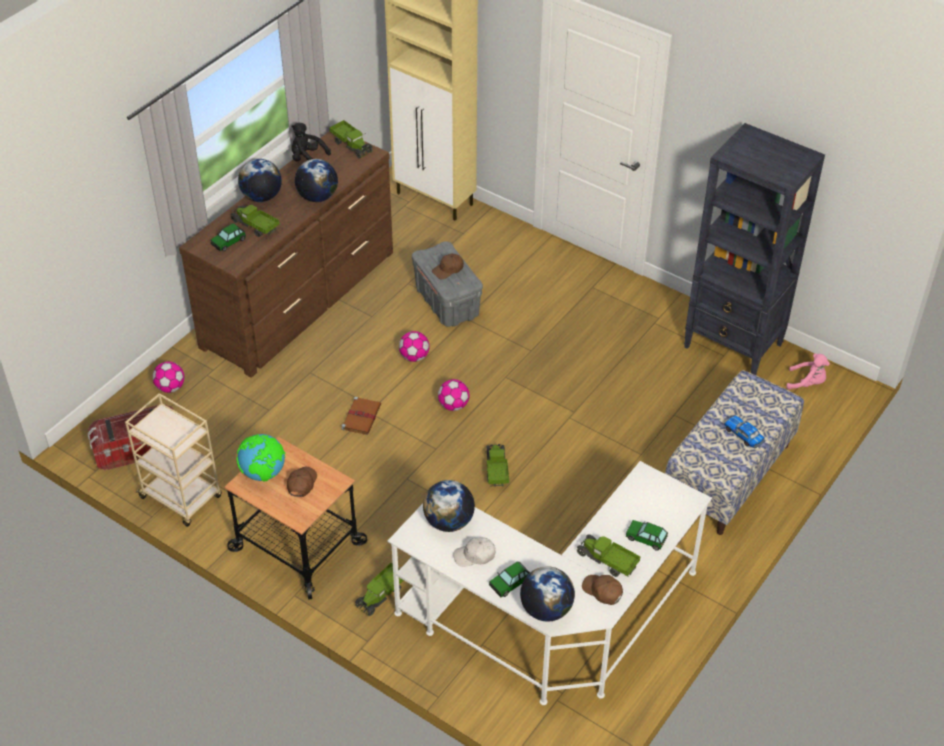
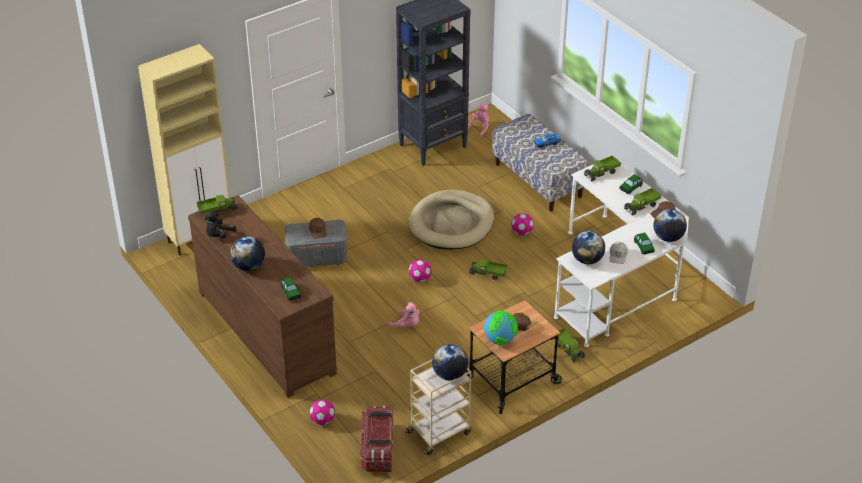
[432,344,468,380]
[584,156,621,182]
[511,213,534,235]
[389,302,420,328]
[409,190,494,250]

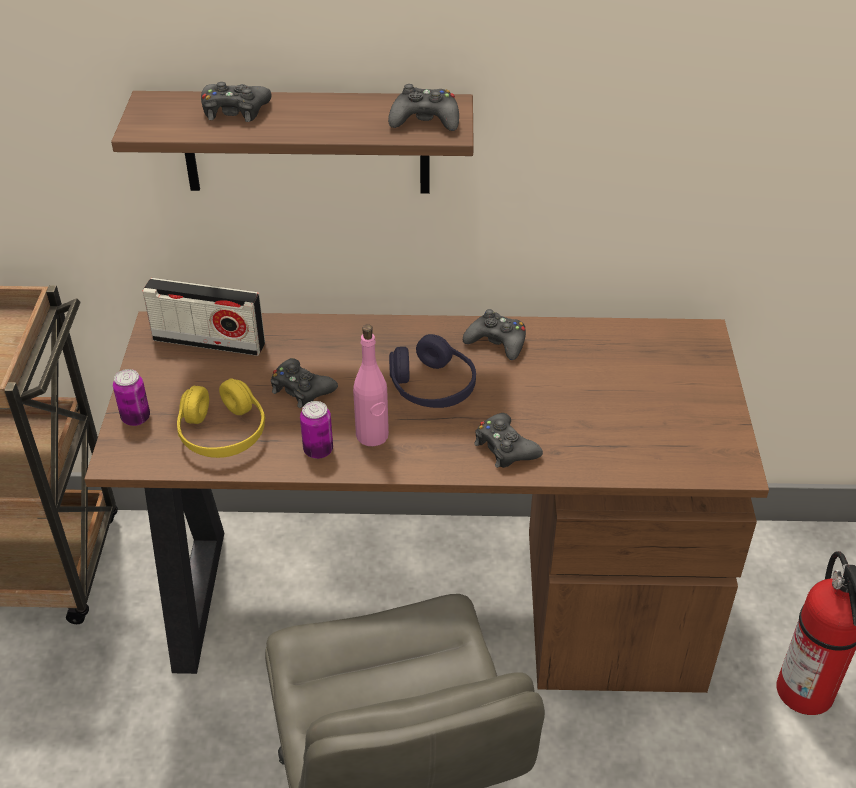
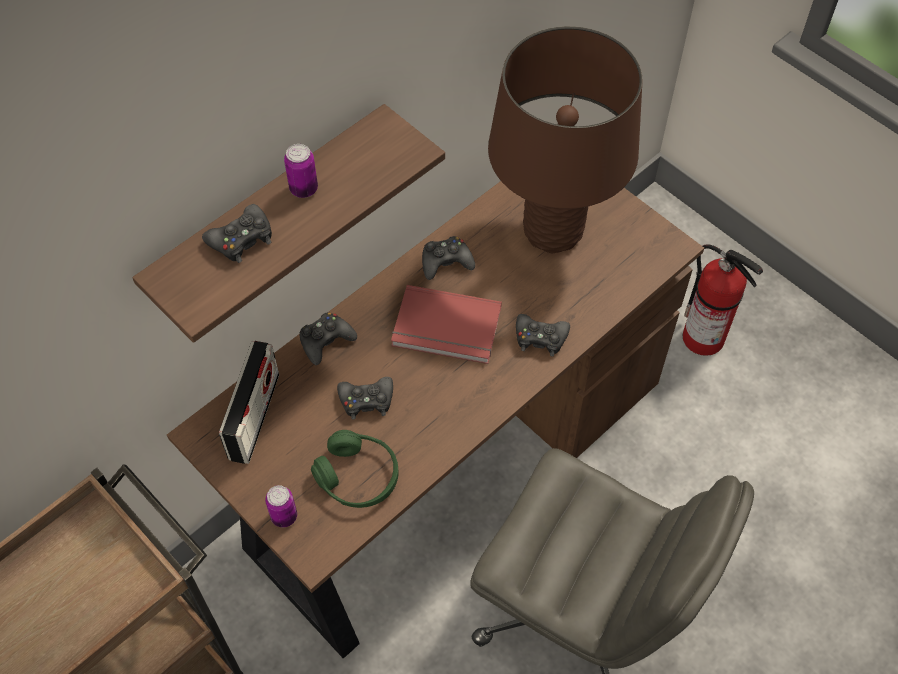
[300,312,357,365]
[219,341,279,464]
[353,324,389,446] (first image)
[391,285,502,364]
[311,430,398,508]
[284,144,318,198]
[488,26,642,253]

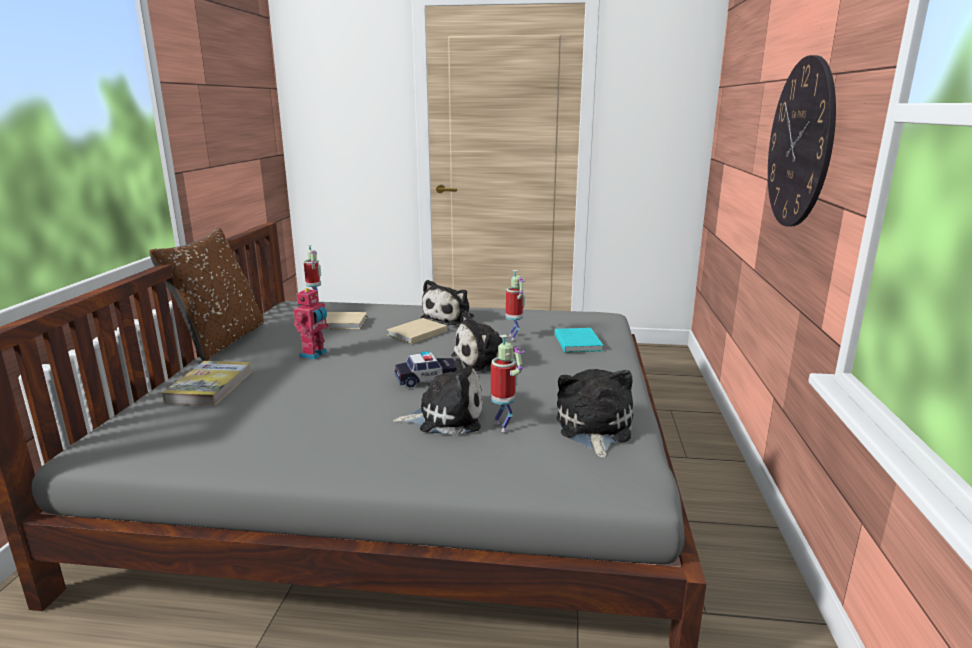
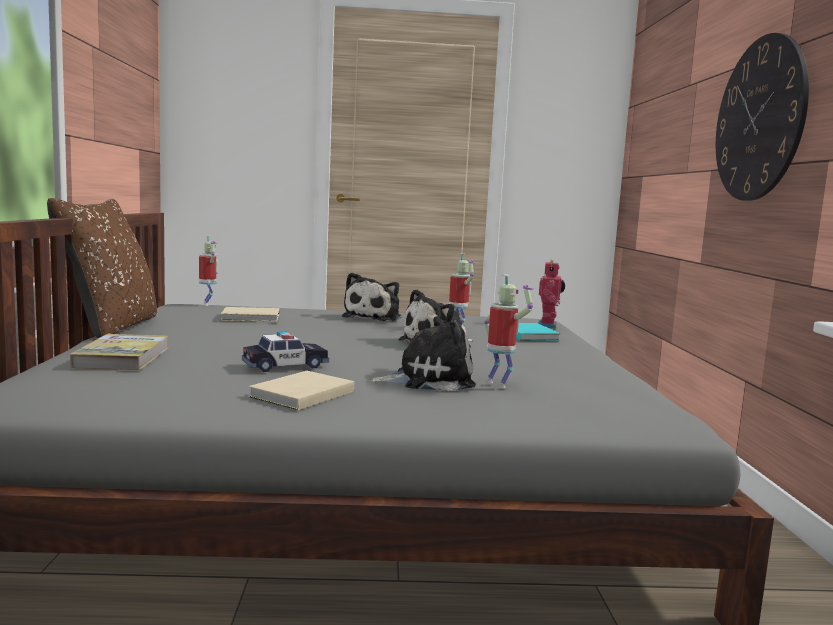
[538,259,565,329]
[249,371,354,410]
[242,332,329,372]
[557,369,633,458] (first image)

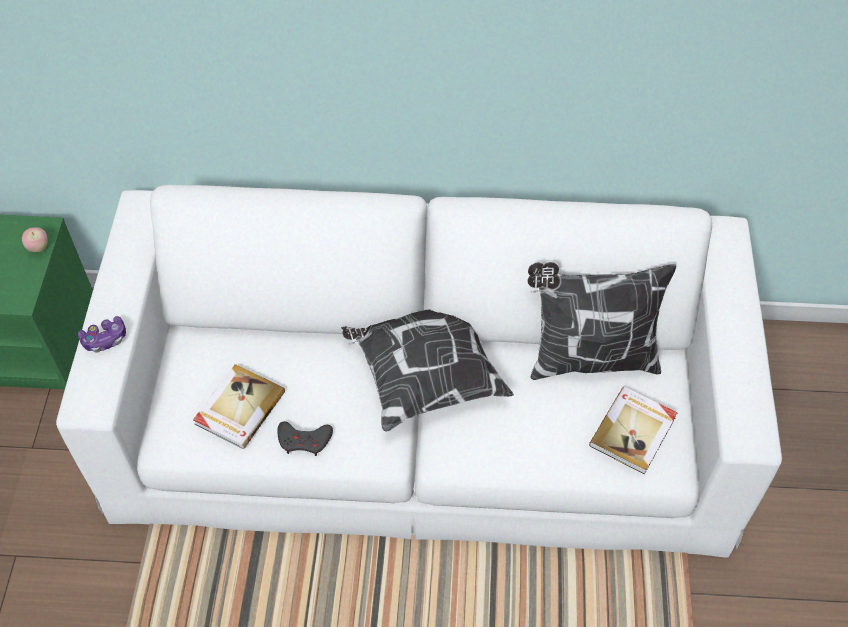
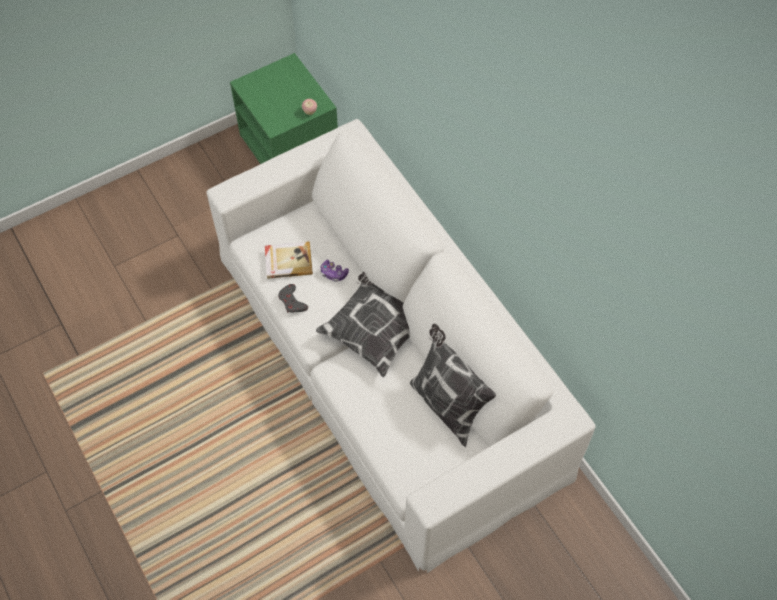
[321,260,349,282]
[589,387,677,475] (first image)

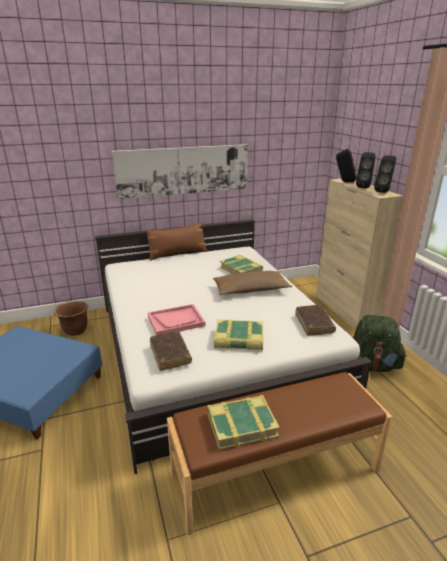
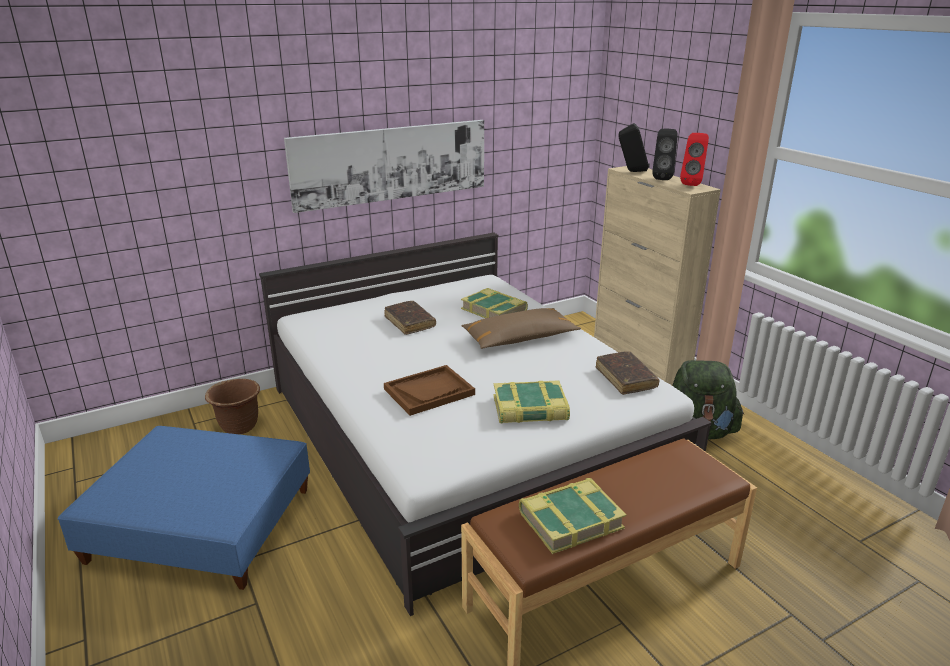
[680,133,709,186]
[146,222,207,261] (first image)
[384,365,475,416]
[384,301,436,335]

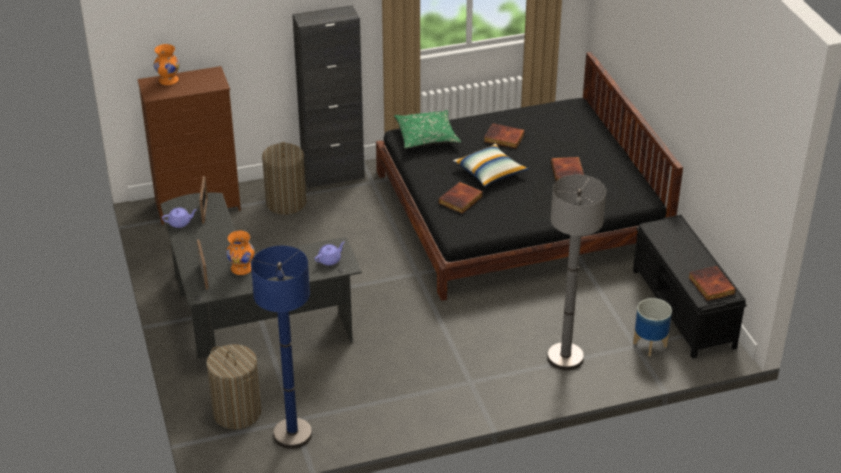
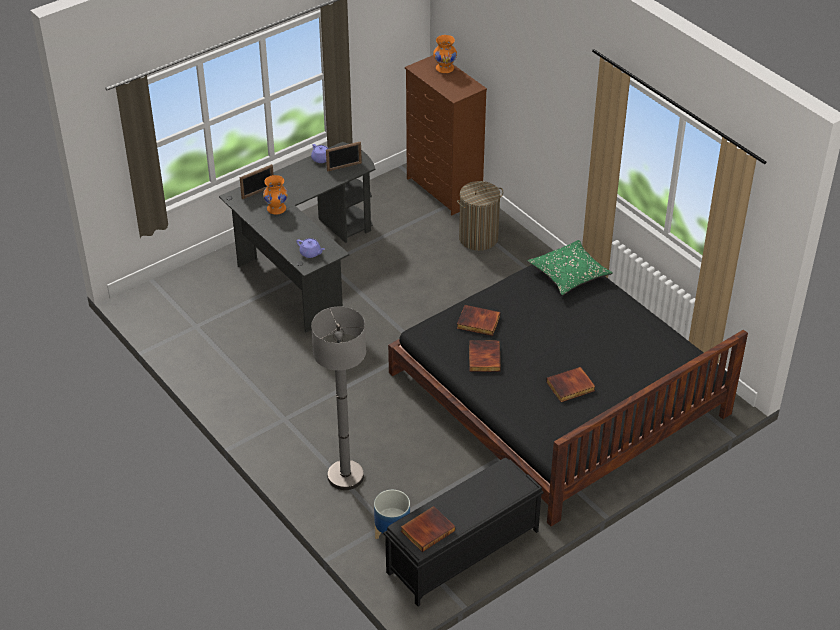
[292,5,365,188] (first image)
[469,340,501,372]
[453,144,528,187] (first image)
[251,246,312,449] (first image)
[206,344,261,429] (first image)

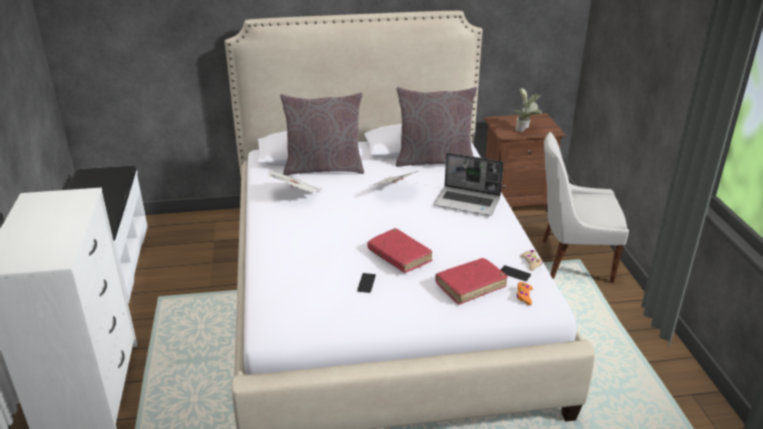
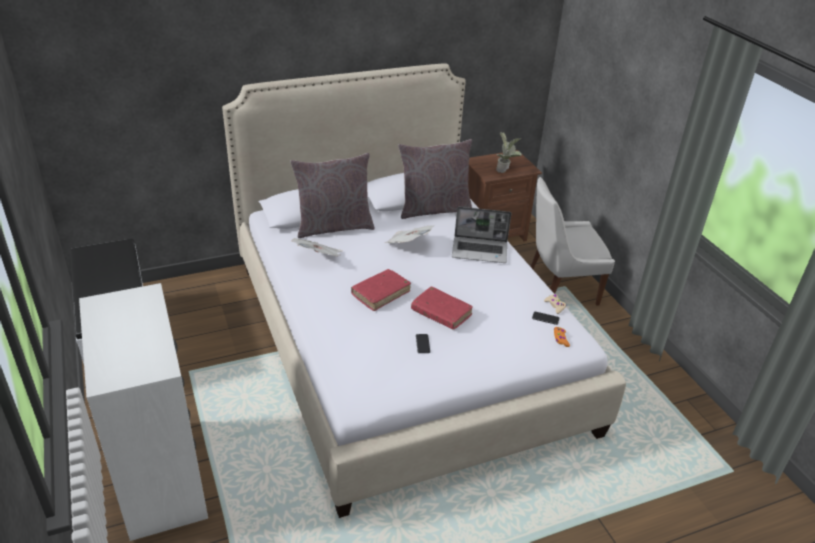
[351,269,411,311]

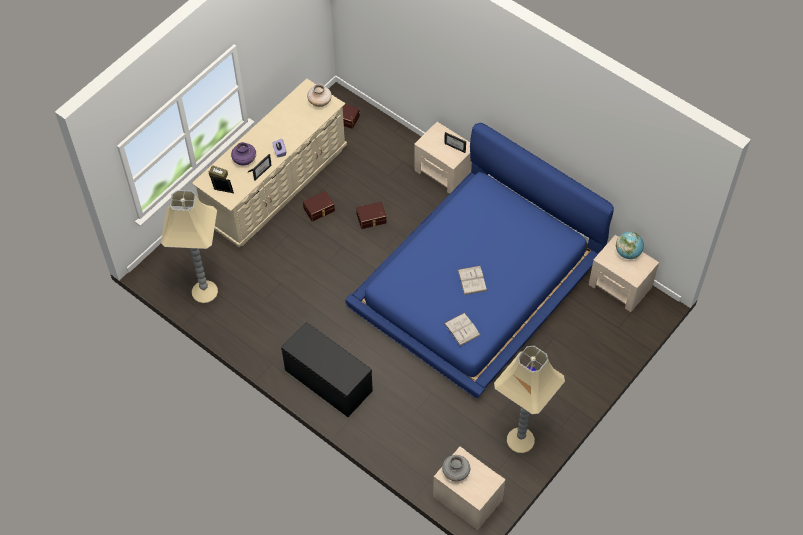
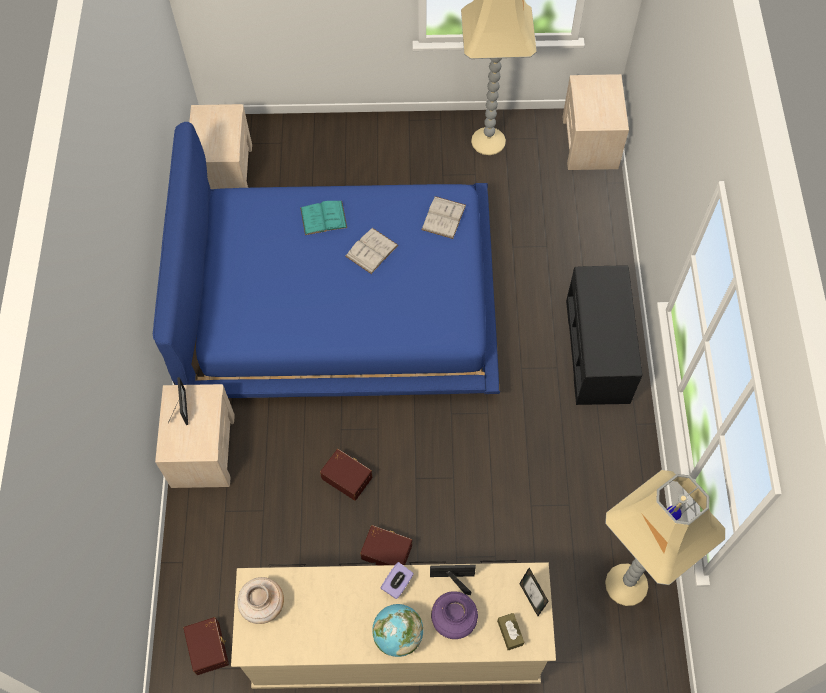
[372,604,423,657]
[442,455,470,481] (first image)
[300,201,347,235]

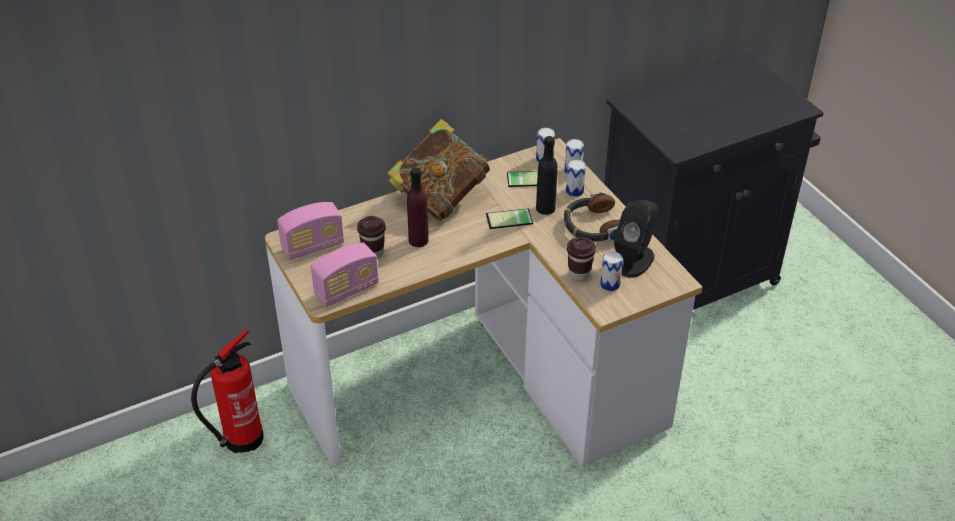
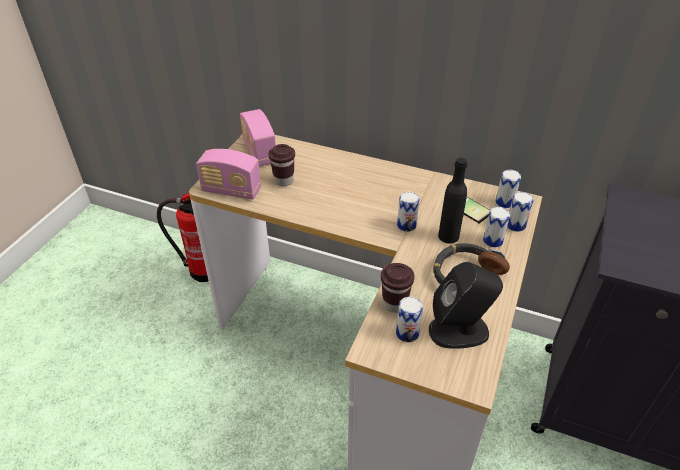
[388,119,490,221] (first image)
[407,168,429,247] (first image)
[240,109,276,167]
[397,192,420,232]

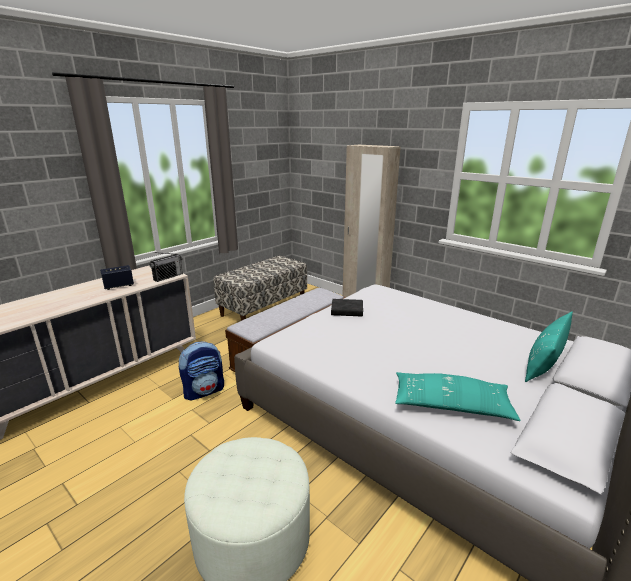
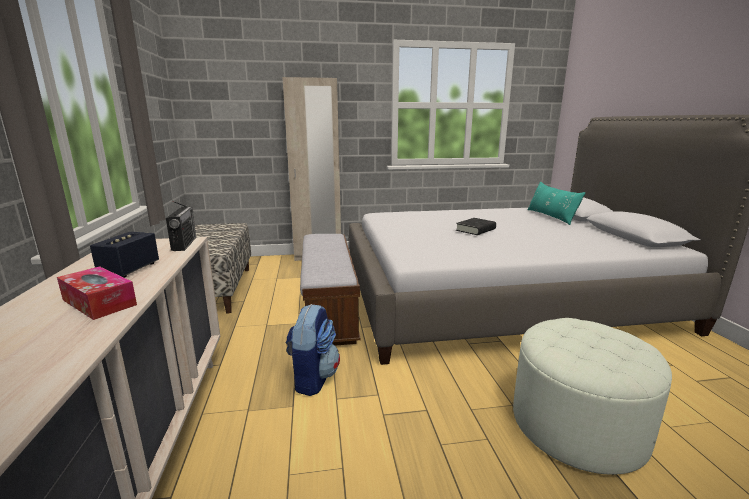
[456,218,496,235]
[395,372,521,421] (first image)
[57,266,137,320]

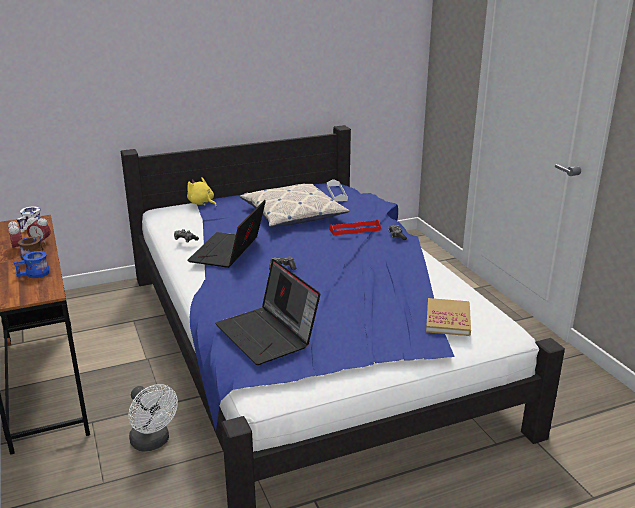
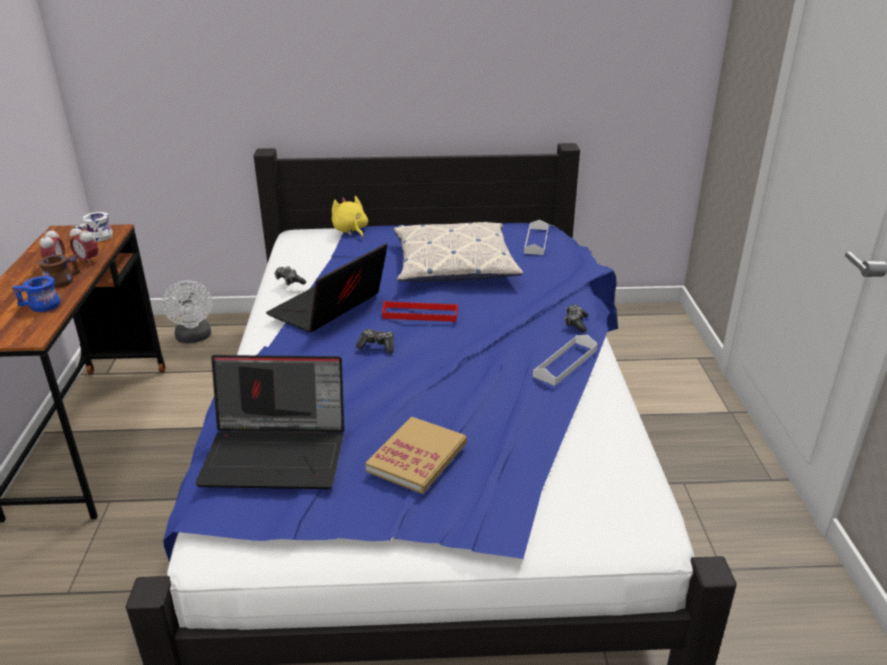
[382,301,458,322]
[195,355,344,489]
[365,416,467,494]
[162,281,213,343]
[533,335,598,386]

